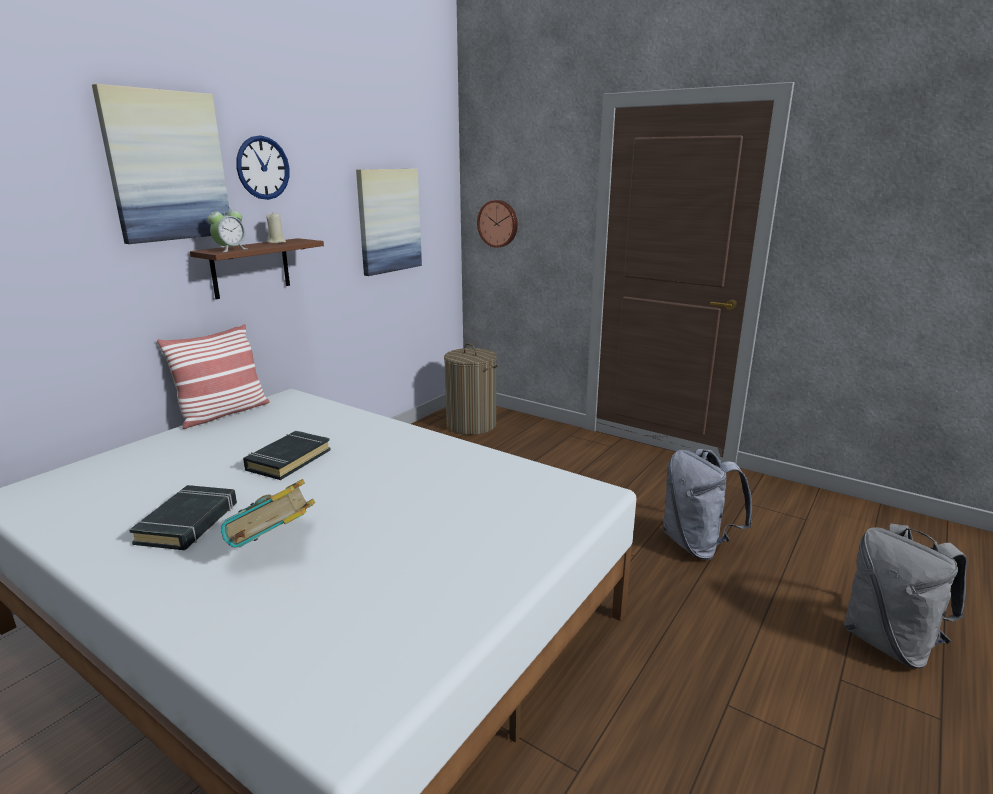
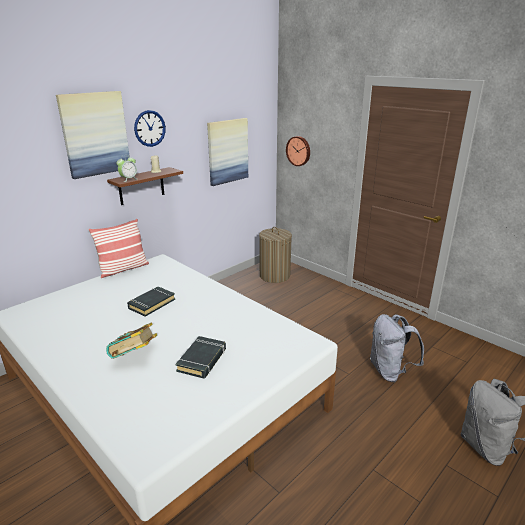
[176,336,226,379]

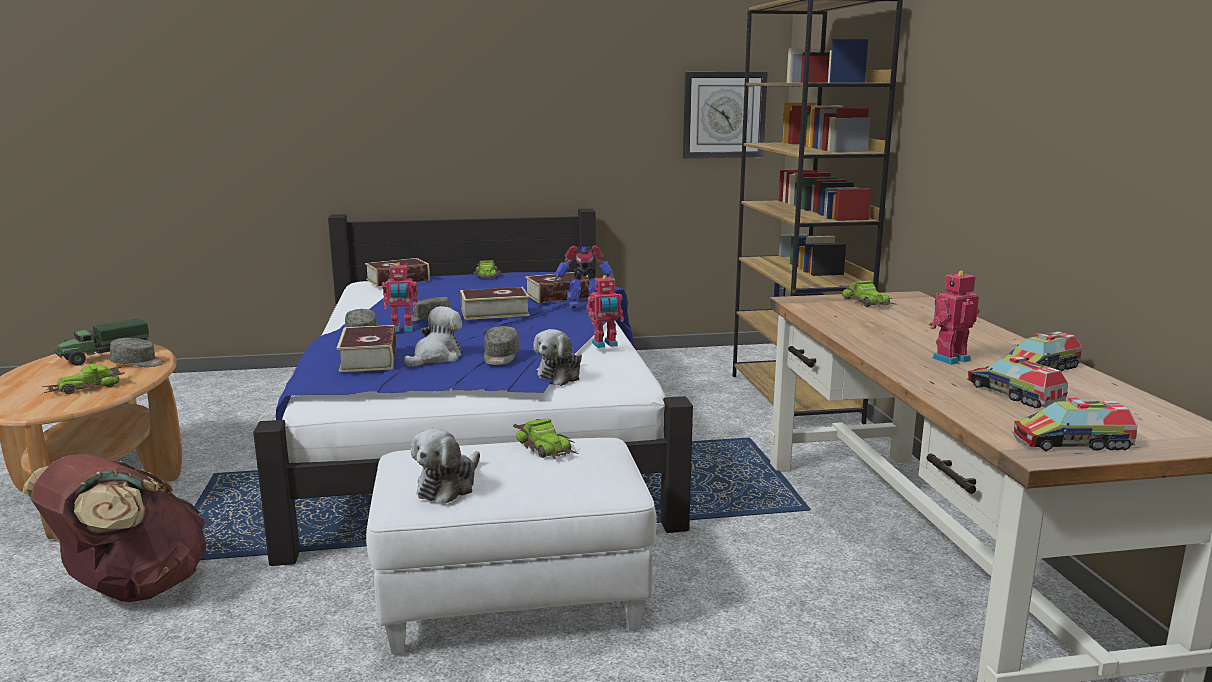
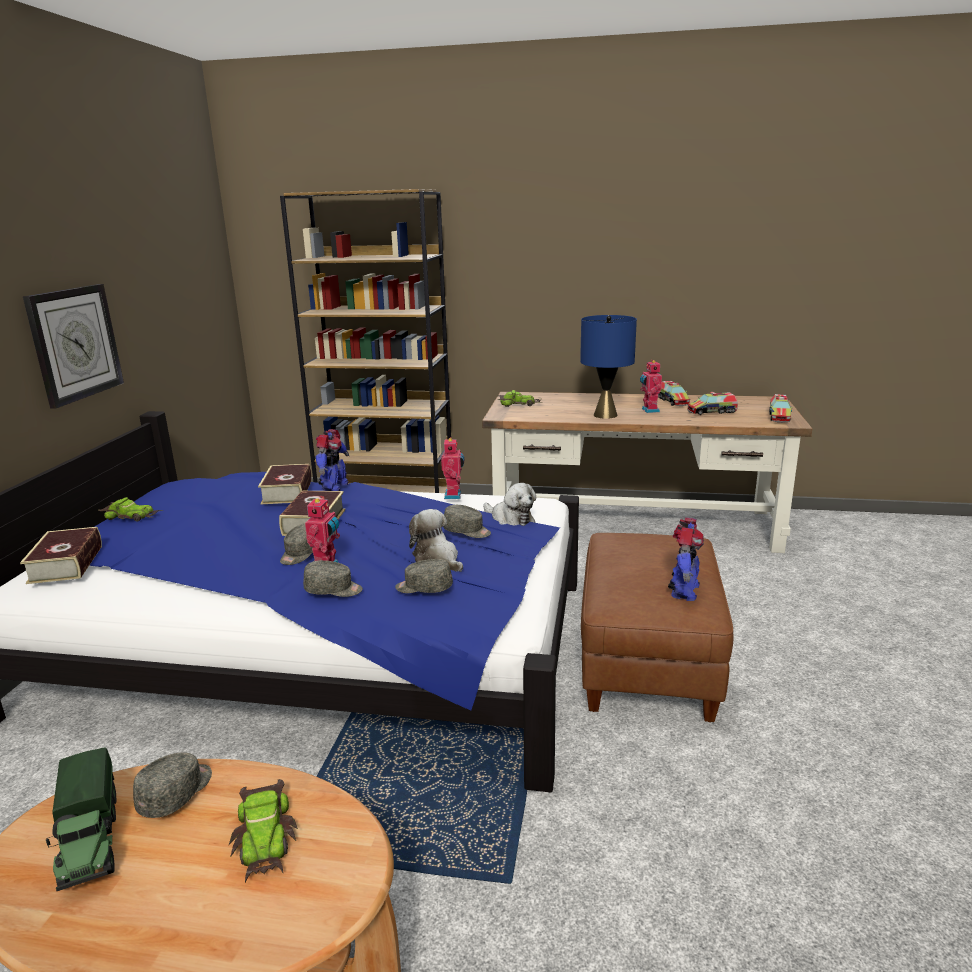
[23,284,124,408]
[395,559,453,593]
[513,419,579,460] (first image)
[668,517,704,601]
[581,533,733,722]
[23,454,206,602] (first image)
[580,315,637,419]

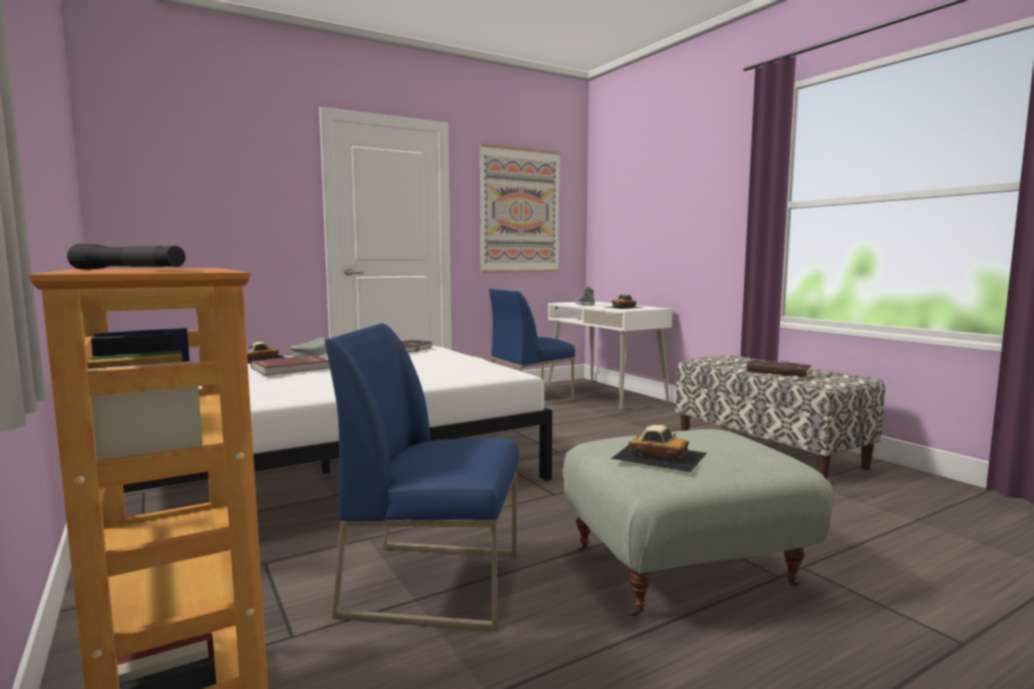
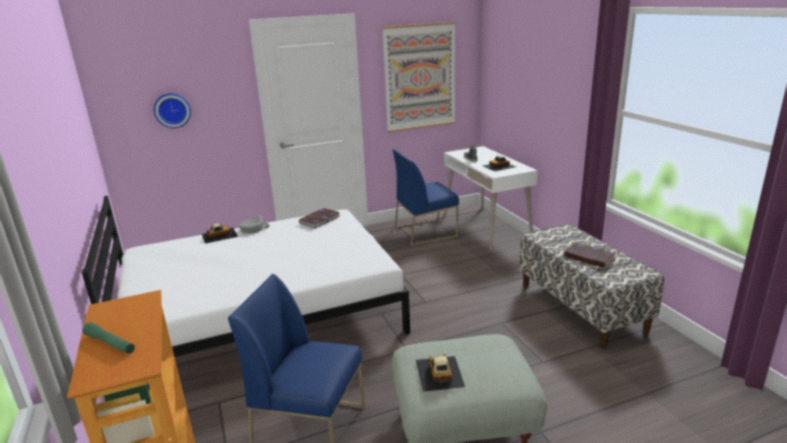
[82,322,135,354]
[251,355,330,375] (first image)
[416,354,465,392]
[154,93,191,128]

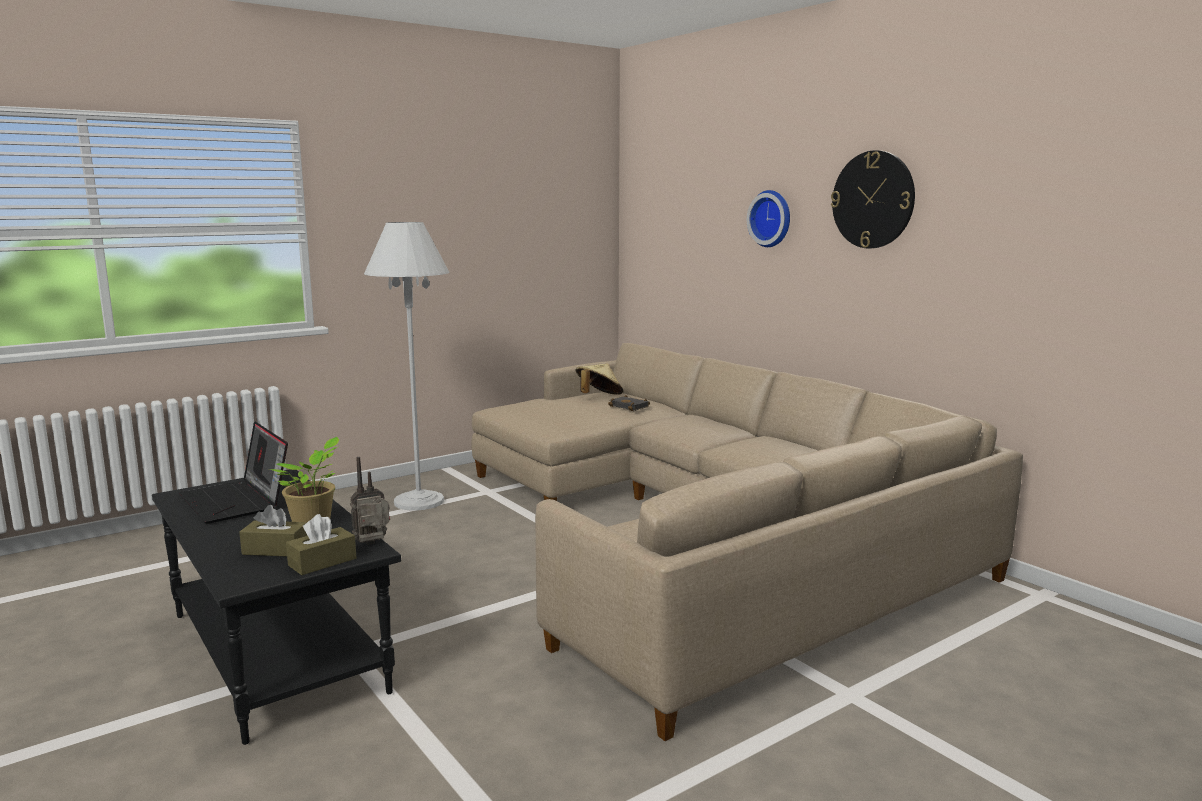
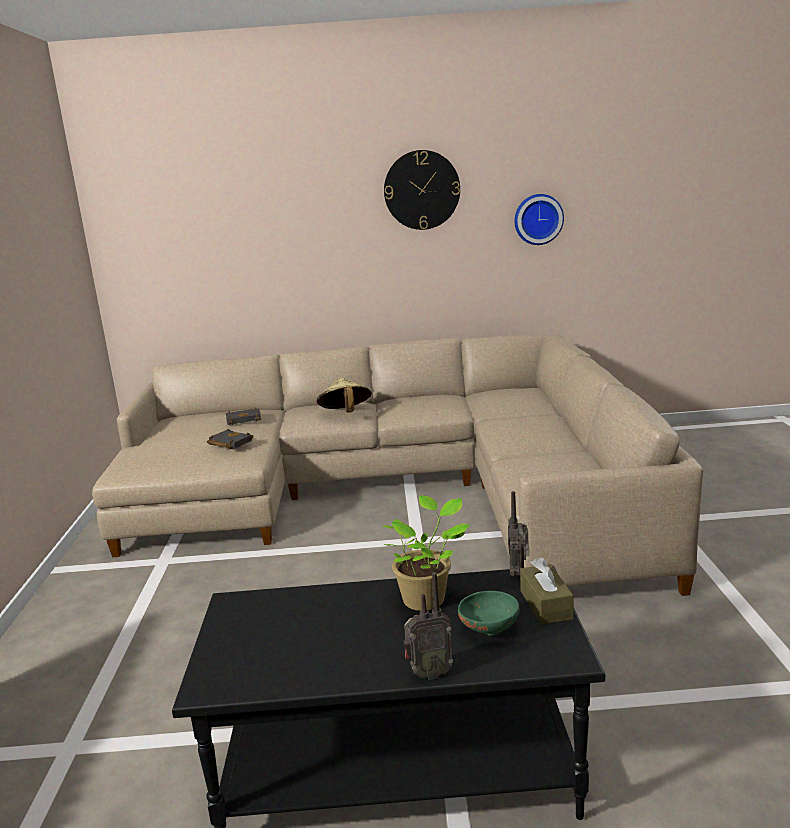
[514,194,564,245]
[364,222,449,511] (first image)
[317,378,372,413]
[179,421,288,524] (first image)
[458,591,520,636]
[207,429,253,449]
[404,572,454,680]

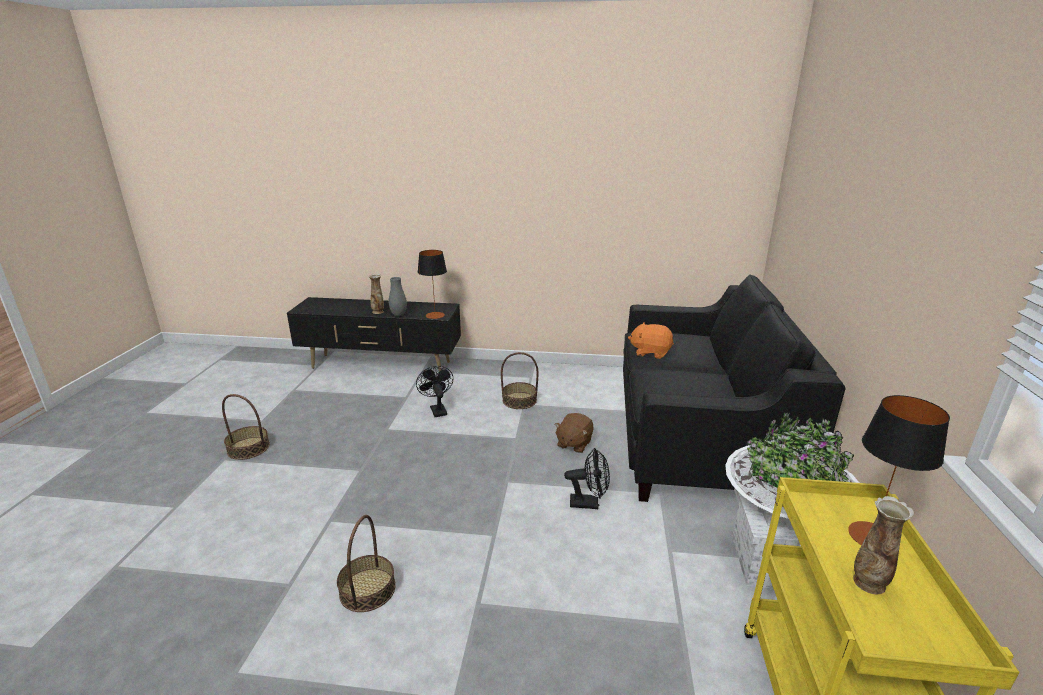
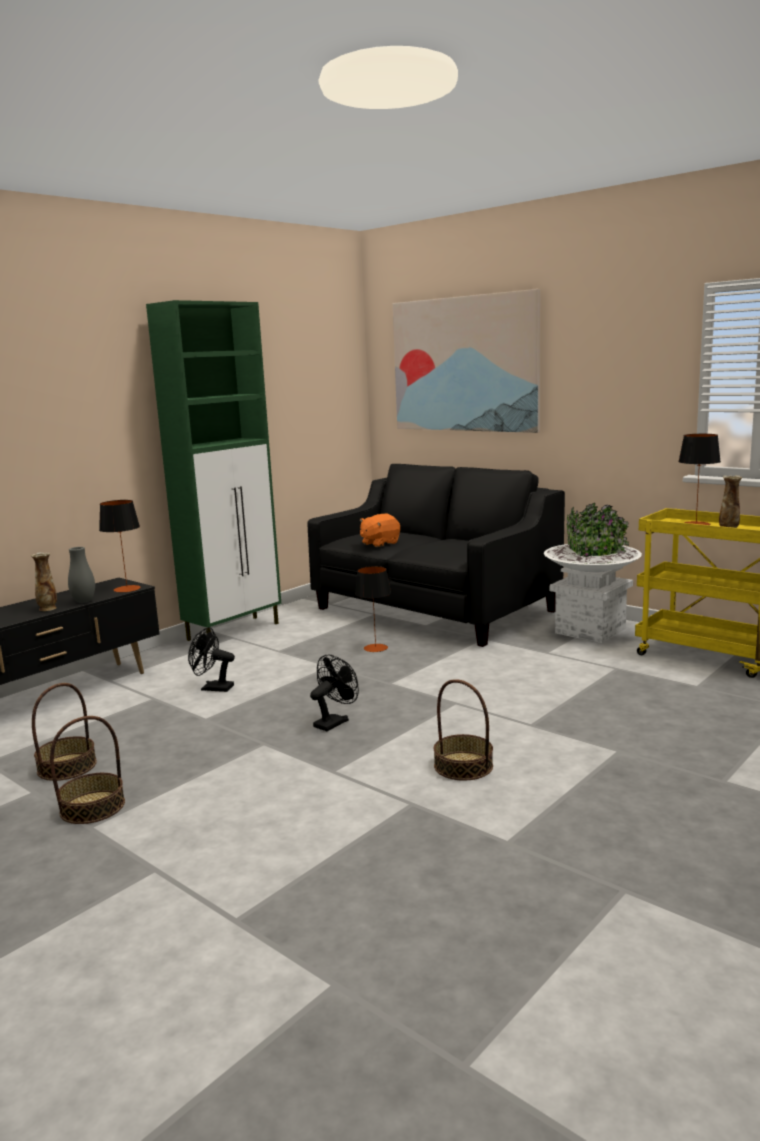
[32,683,97,781]
[355,566,391,652]
[310,654,359,731]
[393,289,540,433]
[146,300,281,641]

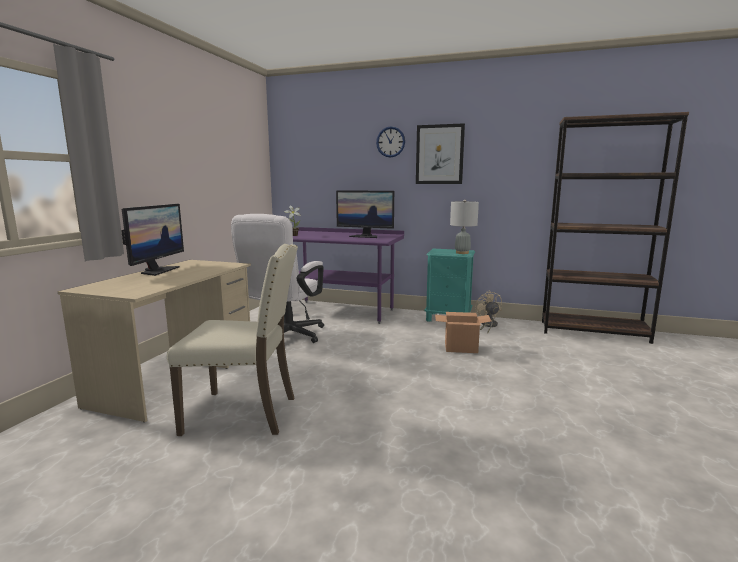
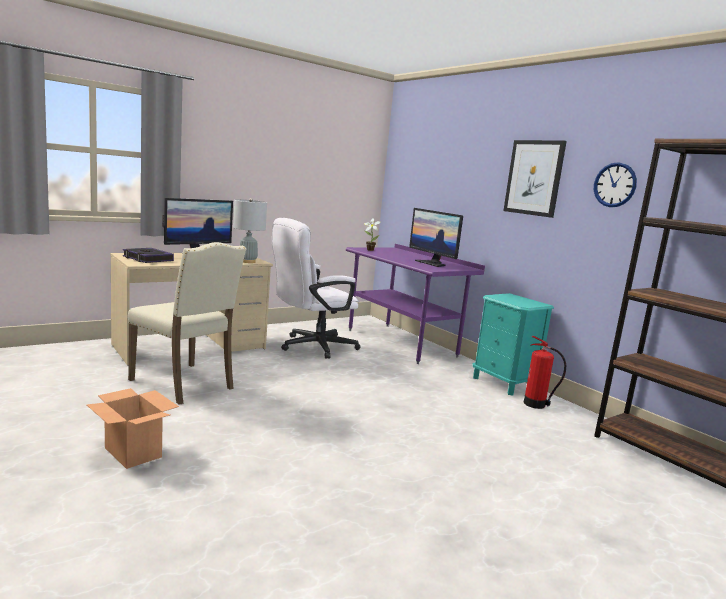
[594,162,637,207]
[233,198,267,263]
[524,336,566,409]
[87,388,179,469]
[123,248,174,263]

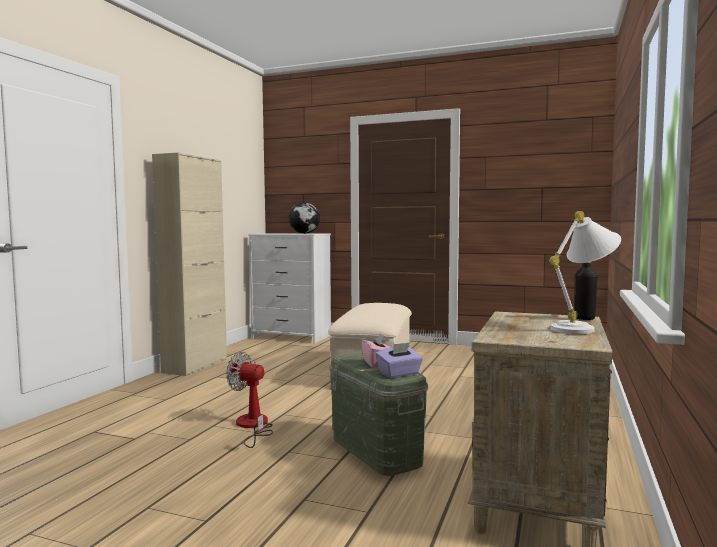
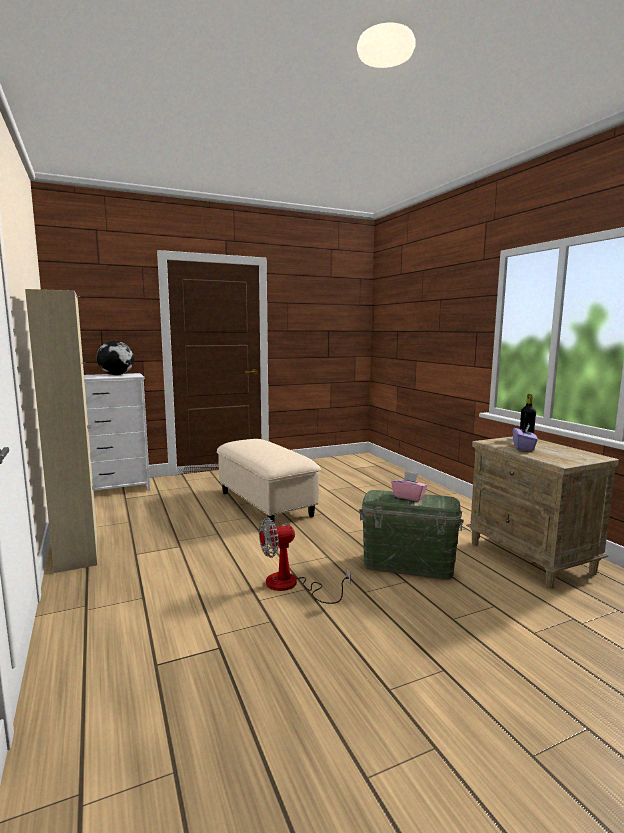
[549,211,621,334] (first image)
[513,424,538,451]

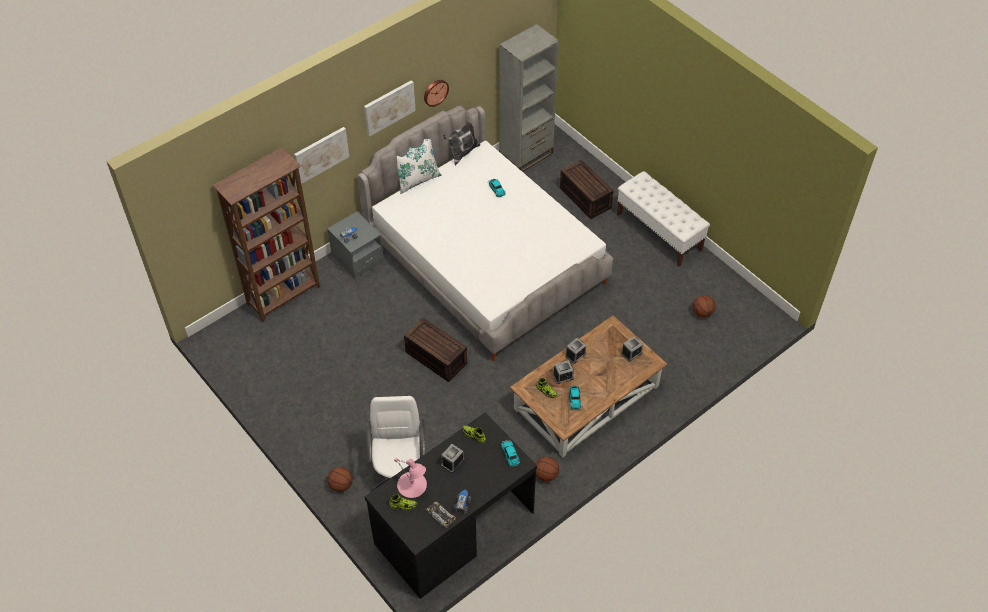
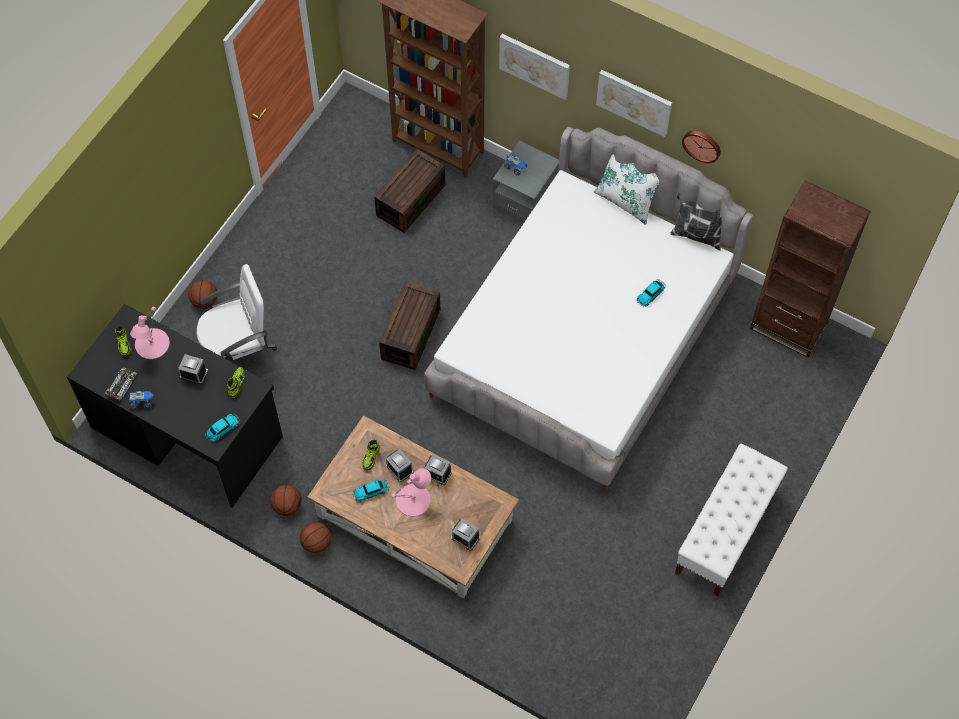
[750,180,871,358]
[374,149,445,233]
[300,522,331,553]
[391,468,431,516]

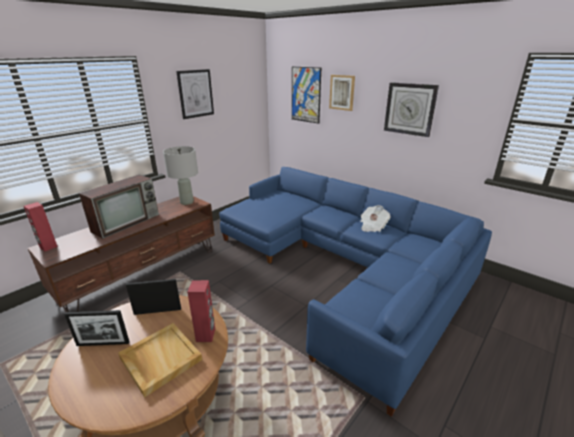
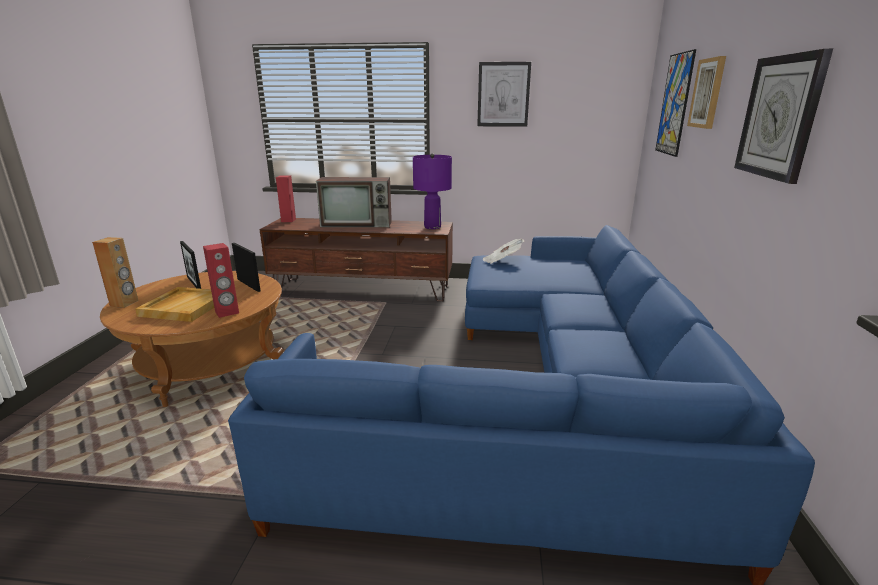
[413,153,452,229]
[482,239,524,264]
[92,237,139,308]

